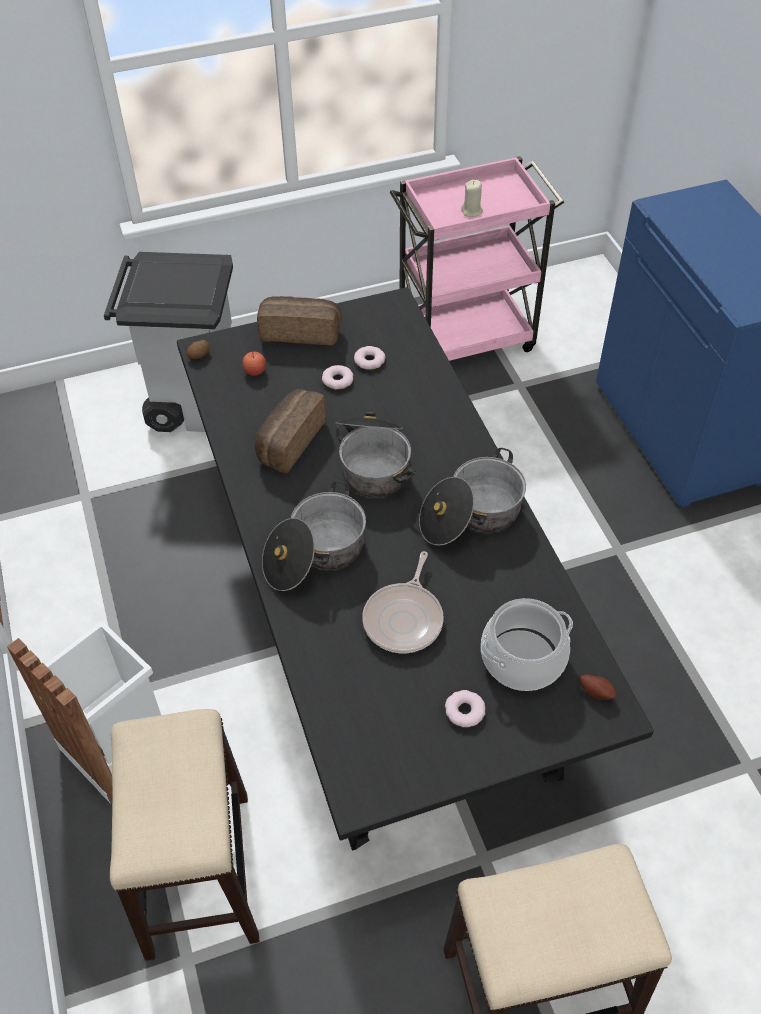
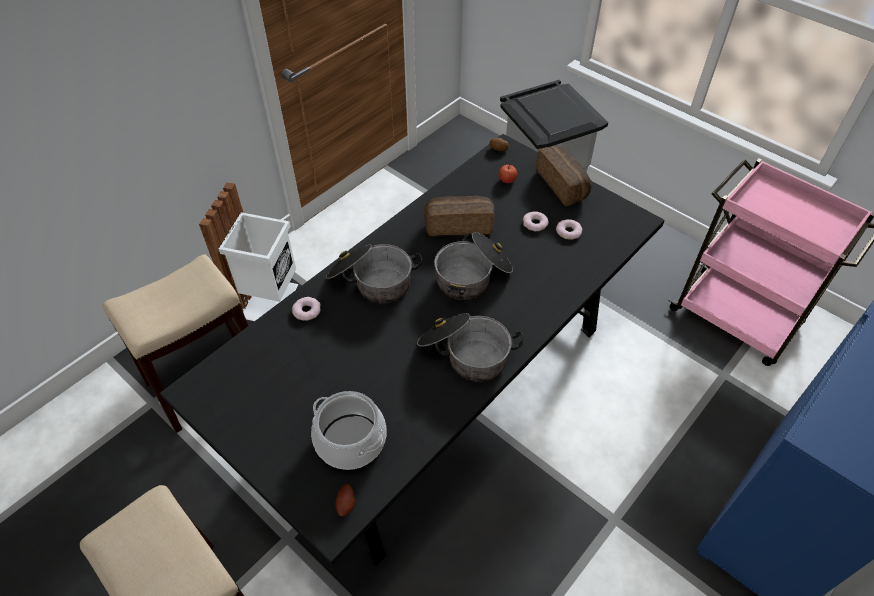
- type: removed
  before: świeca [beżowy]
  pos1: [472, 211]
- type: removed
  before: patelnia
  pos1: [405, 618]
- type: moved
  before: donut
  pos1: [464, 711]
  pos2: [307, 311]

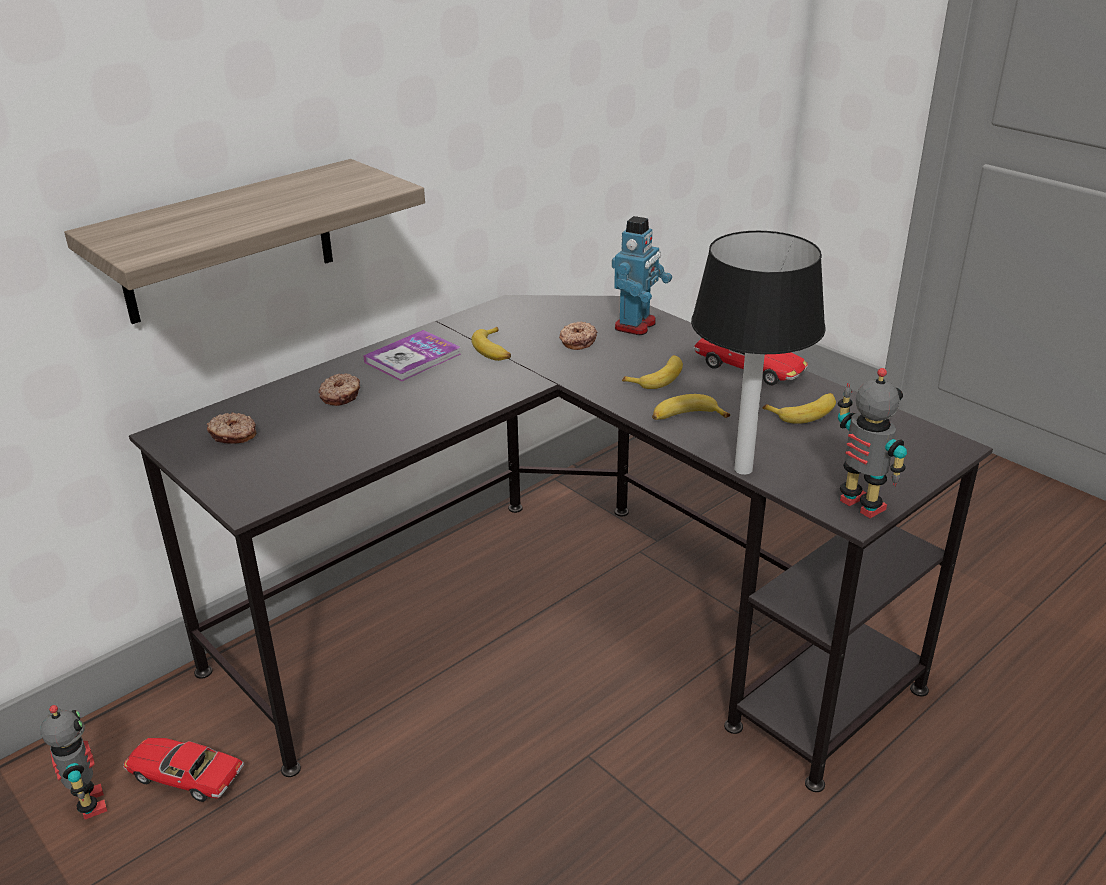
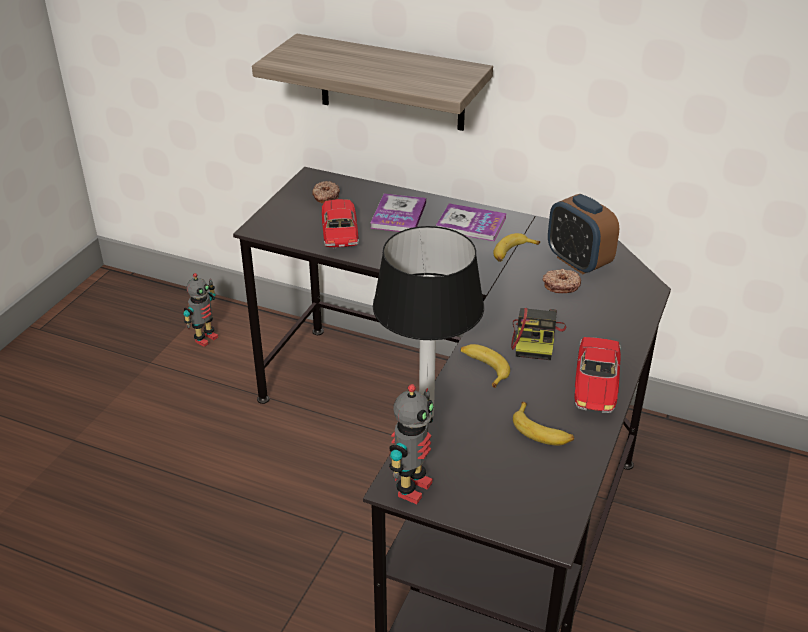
- type: removed
  before: robot zabawkowy
  pos1: [636, 326]
- type: replaced
  before: banan
  after: aparat fotograficzny
  pos1: [657, 377]
  pos2: [536, 339]
- type: replaced
  before: donut
  after: książka
  pos1: [341, 396]
  pos2: [398, 215]
- type: moved
  before: samochodzik
  pos1: [184, 776]
  pos2: [339, 231]
- type: added
  after: budzik
  pos2: [578, 262]

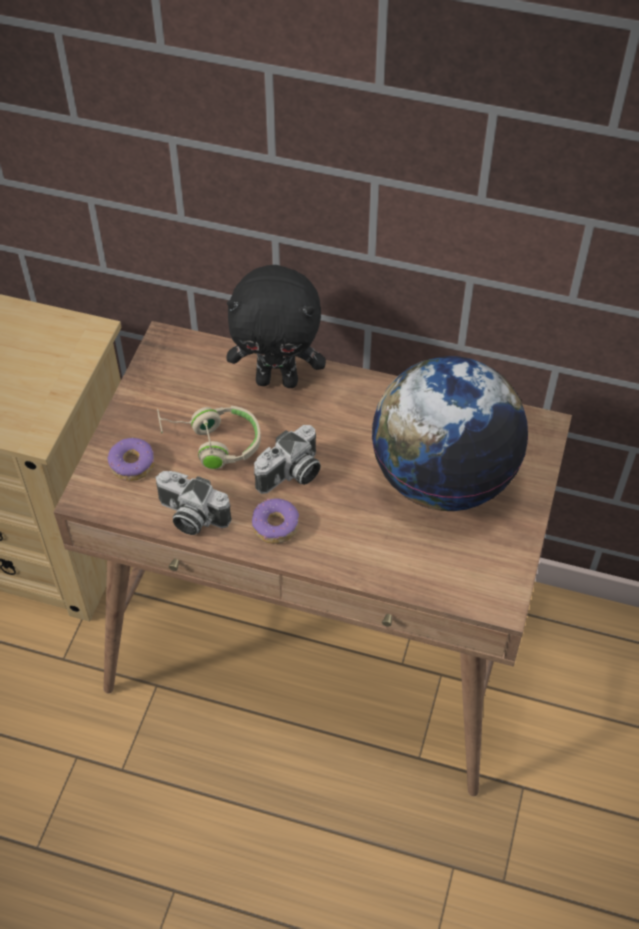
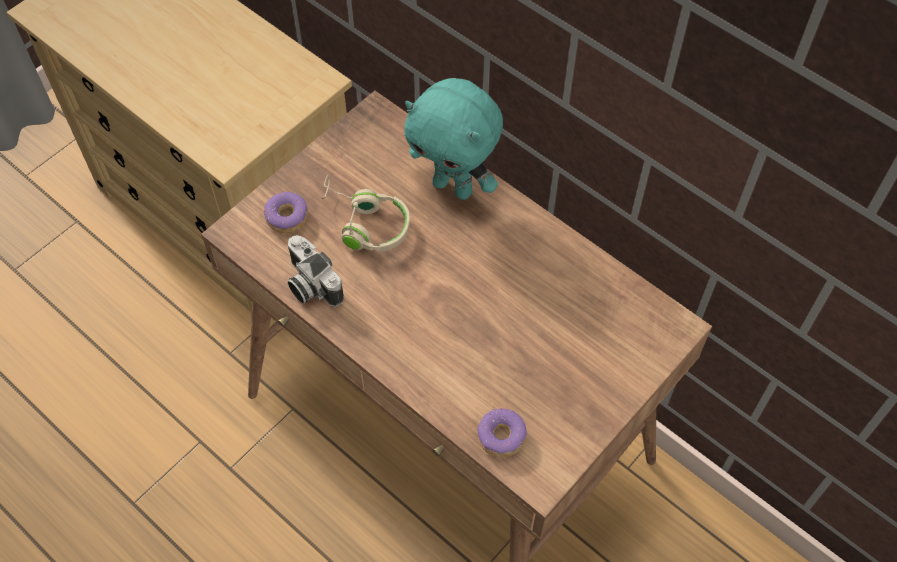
- type: recoloured
  before: pluszak [czarny]
  after: pluszak [turkusowy]
  pos1: [278, 380]
  pos2: [454, 187]
- type: removed
  before: globus
  pos1: [442, 478]
- type: removed
  before: aparat fotograficzny
  pos1: [291, 475]
- type: moved
  before: donut
  pos1: [275, 526]
  pos2: [501, 437]

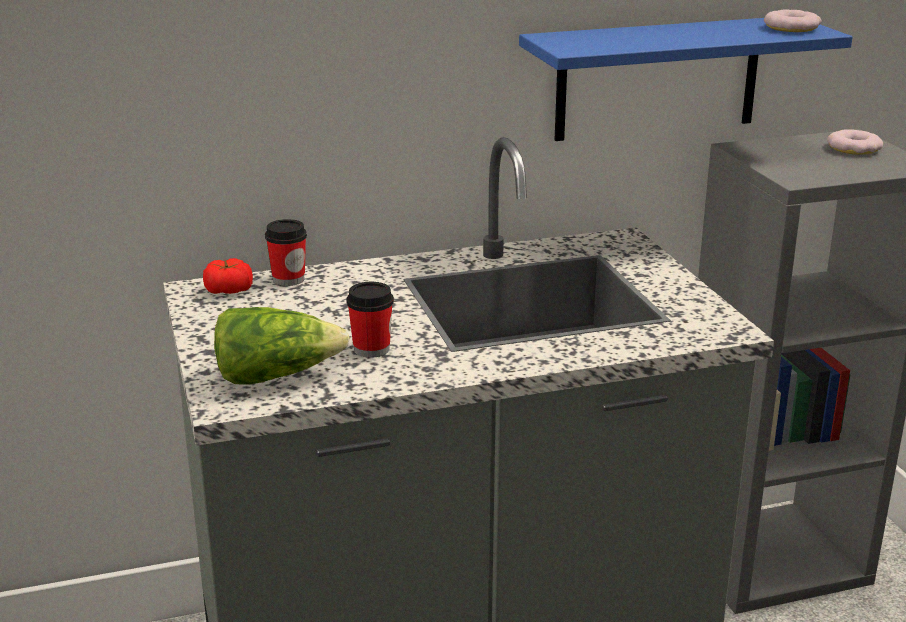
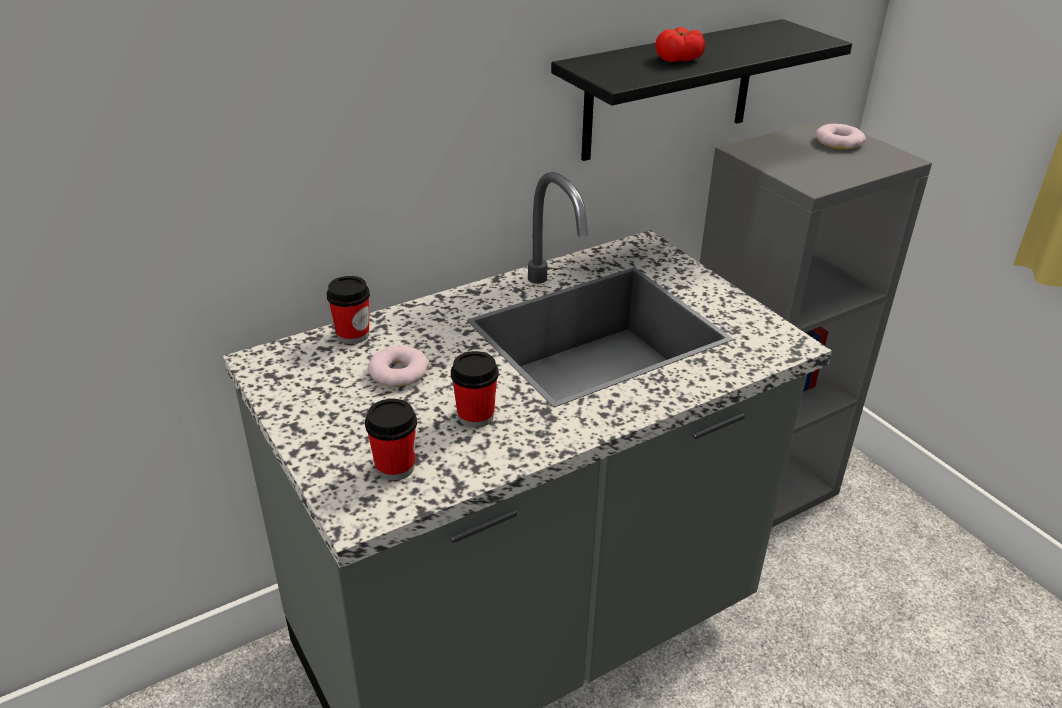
- type: moved
  before: donut
  pos1: [791, 28]
  pos2: [399, 372]
- type: recoloured
  before: półka [niebieski]
  after: półka [czarny]
  pos1: [658, 78]
  pos2: [669, 90]
- type: moved
  before: pomidor
  pos1: [229, 290]
  pos2: [678, 59]
- type: replaced
  before: sałata
  after: filiżanka
  pos1: [276, 376]
  pos2: [395, 467]

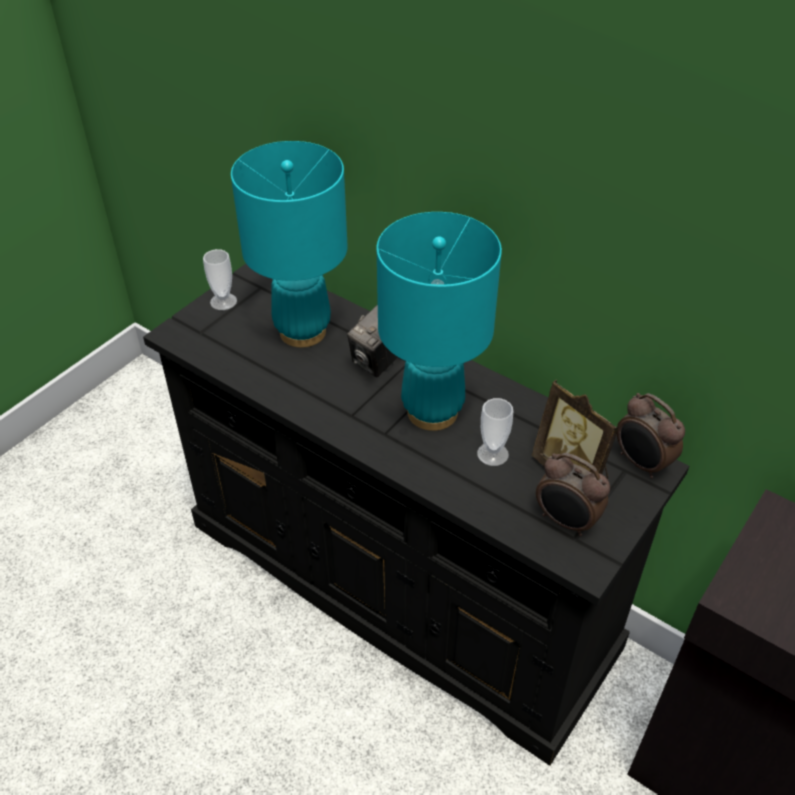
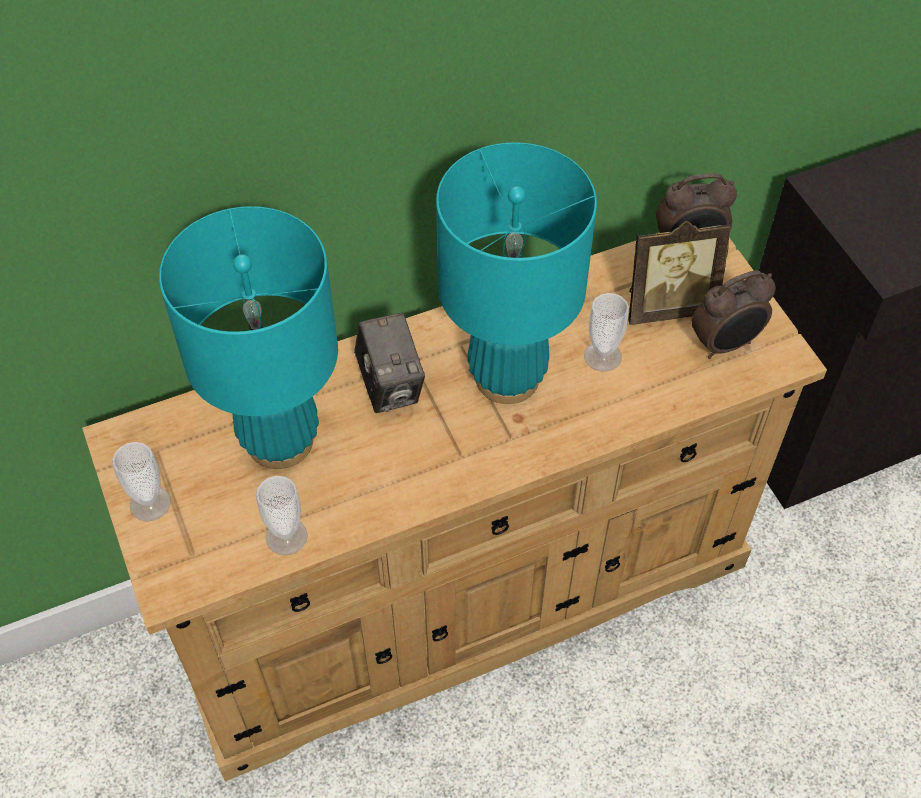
- type: recoloured
  before: komoda [czarny]
  after: komoda [beżowy]
  pos1: [400, 584]
  pos2: [463, 589]
- type: added
  after: filiżanka
  pos2: [286, 537]

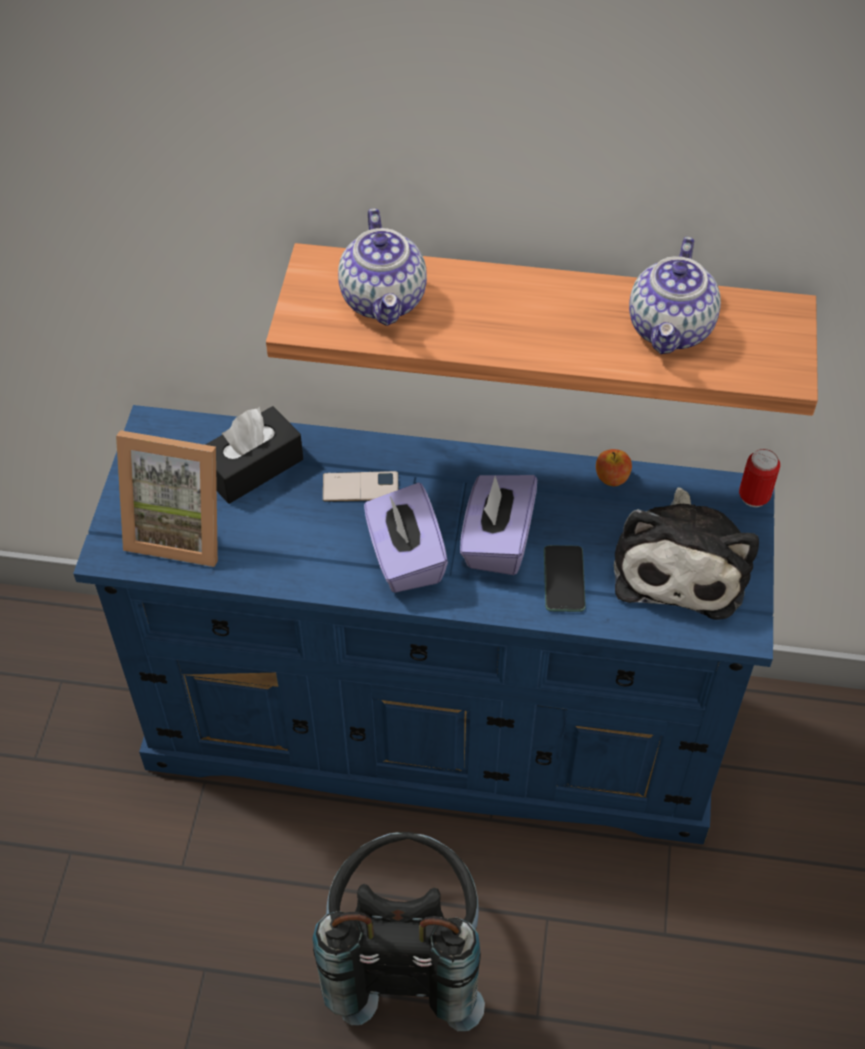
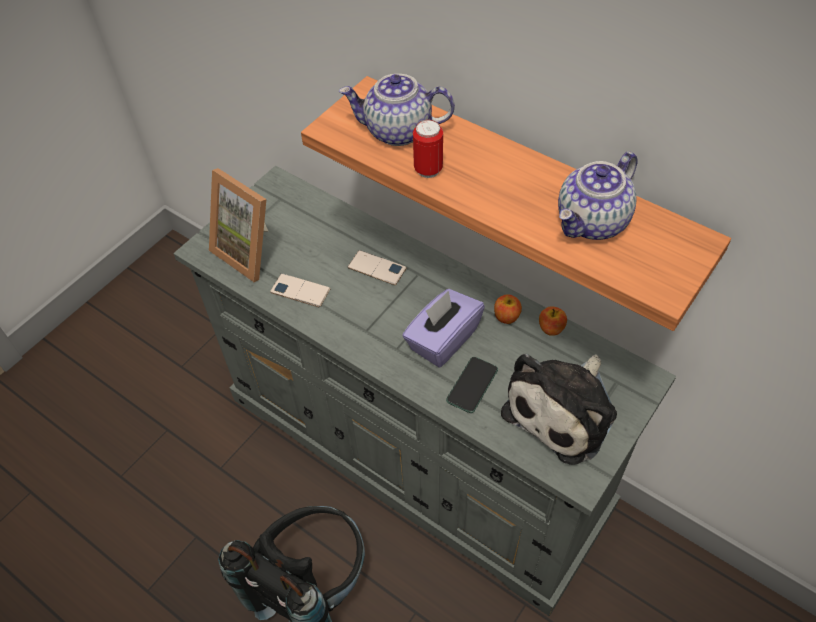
- type: turned
  before: imbryk
  pos1: [385, 300]
  pos2: [397, 131]
  turn: 75
- type: recoloured
  before: komoda [niebieski]
  after: komoda [szary]
  pos1: [436, 725]
  pos2: [417, 452]
- type: removed
  before: pudełko chusteczek [czarny]
  pos1: [252, 467]
- type: moved
  before: puszka
  pos1: [754, 497]
  pos2: [428, 170]
- type: removed
  before: pudełko chusteczek [fioletowy]
  pos1: [405, 558]
- type: added
  after: telefon
  pos2: [300, 291]
- type: added
  after: jabłko
  pos2: [506, 317]

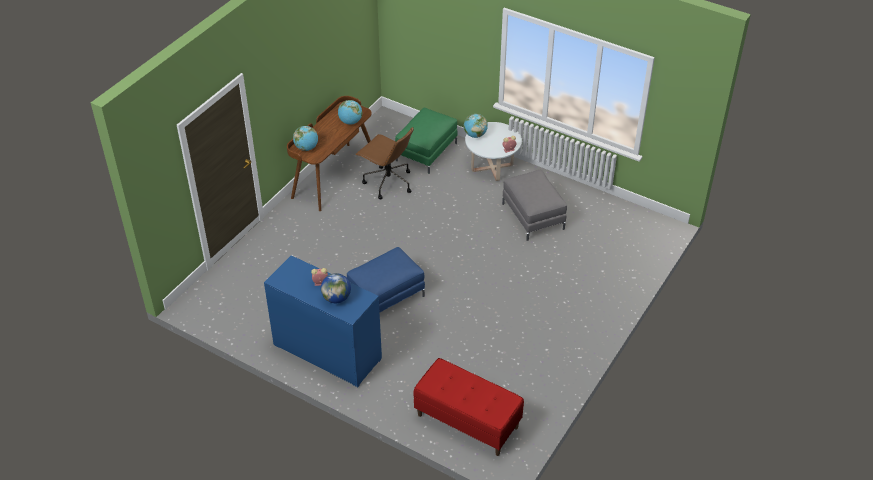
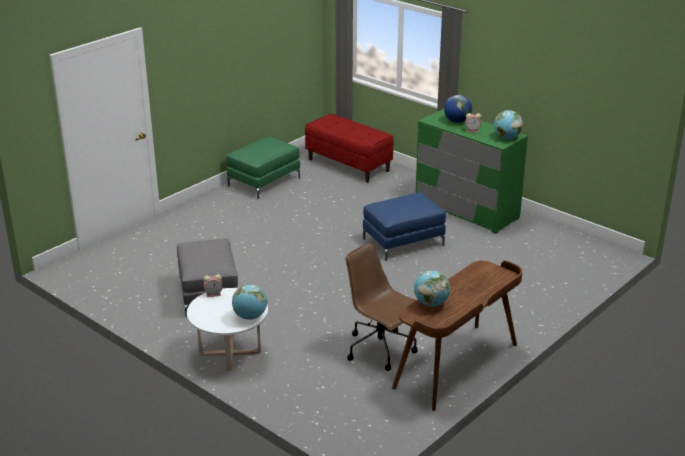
- type: moved
  before: pufa [zielony]
  pos1: [426, 152]
  pos2: [264, 182]
- type: moved
  before: globus
  pos1: [306, 148]
  pos2: [506, 138]
- type: recoloured
  before: komoda [niebieski]
  after: komoda [zielony]
  pos1: [327, 352]
  pos2: [466, 210]

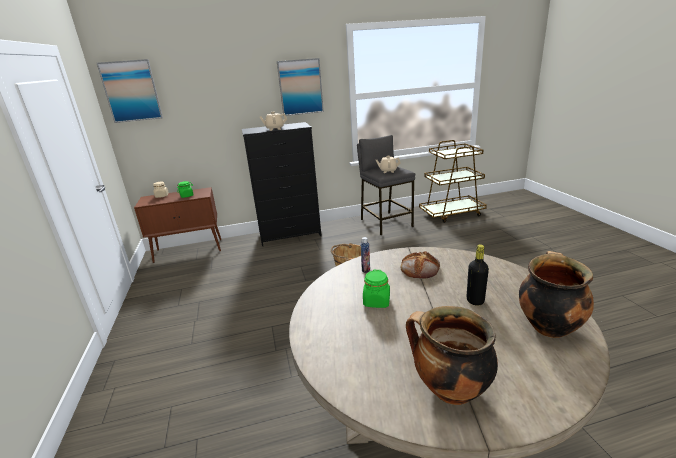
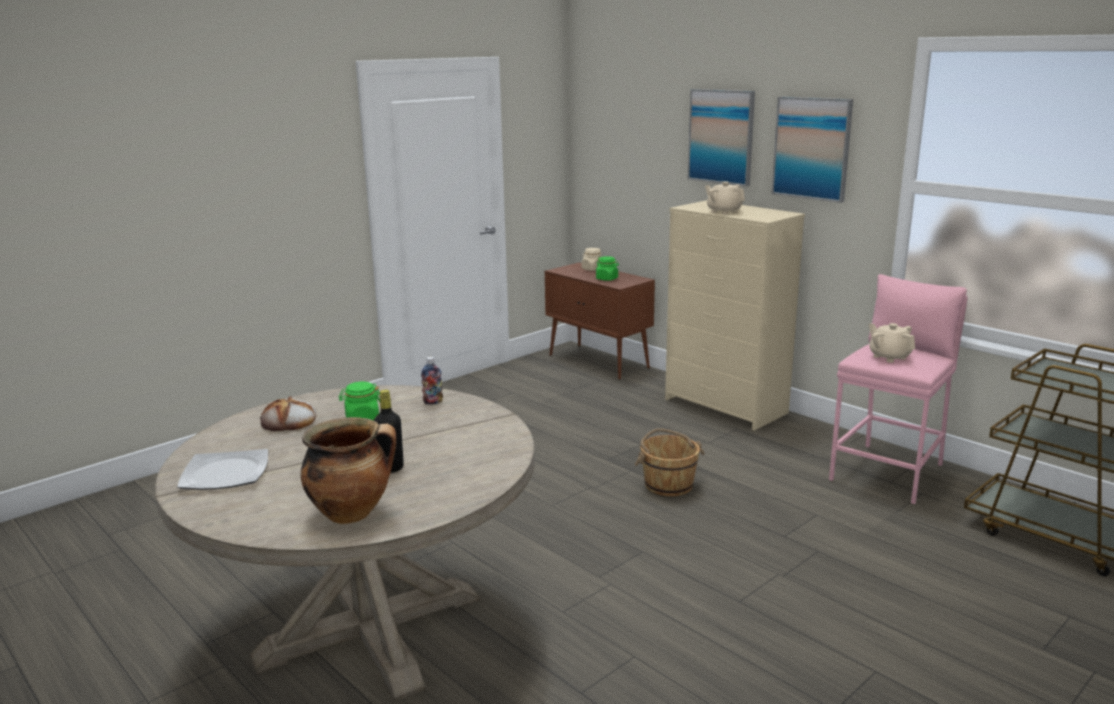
- type: moved
  before: obraz
  pos1: [131, 91]
  pos2: [721, 136]
- type: recoloured
  before: komoda [czarny]
  after: komoda [beżowy]
  pos1: [290, 234]
  pos2: [726, 406]
- type: recoloured
  before: stołek [szary]
  after: stołek [różowy]
  pos1: [386, 223]
  pos2: [888, 472]
- type: moved
  before: chleb
  pos1: [420, 268]
  pos2: [289, 421]
- type: replaced
  before: garnek
  after: talerz
  pos1: [449, 390]
  pos2: [224, 473]

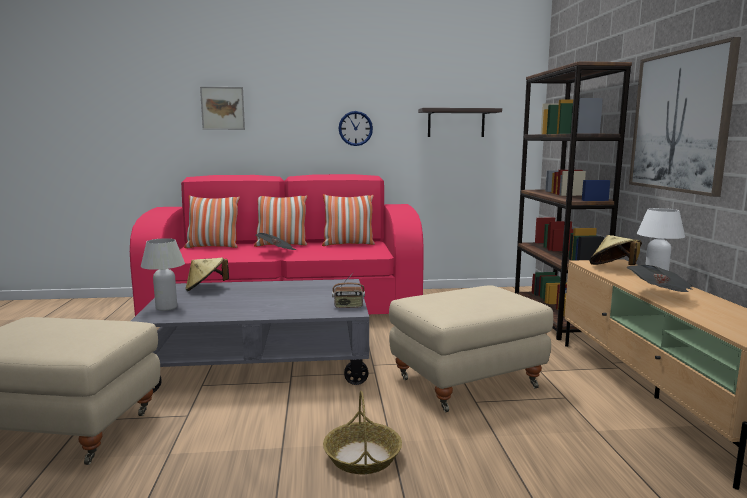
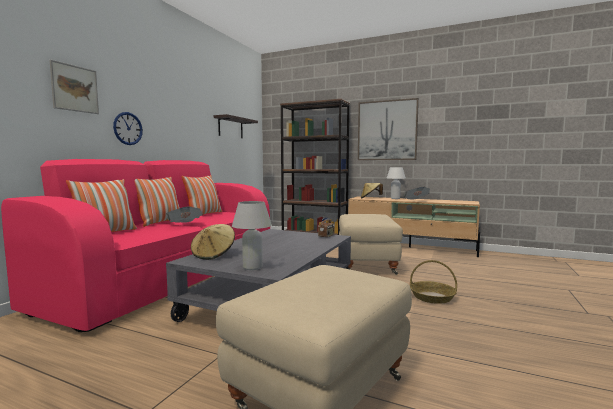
- type: moved
  before: zegar ścienny
  pos1: [355, 128]
  pos2: [128, 128]

